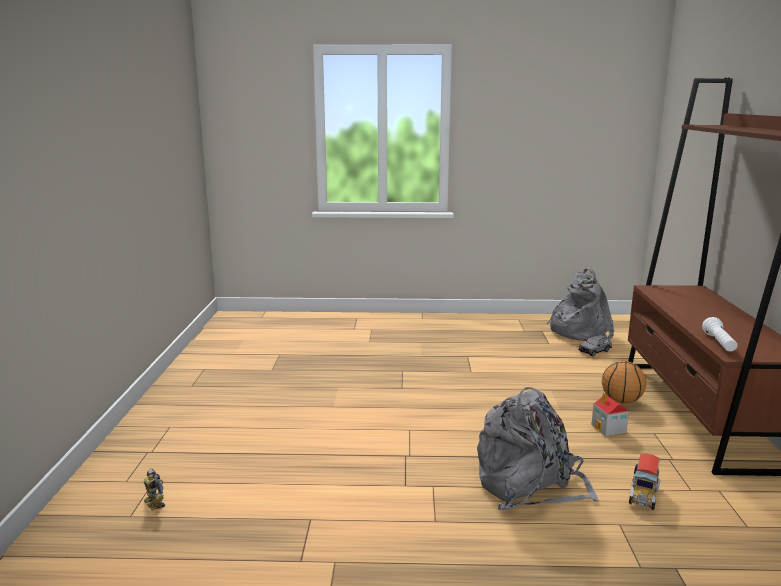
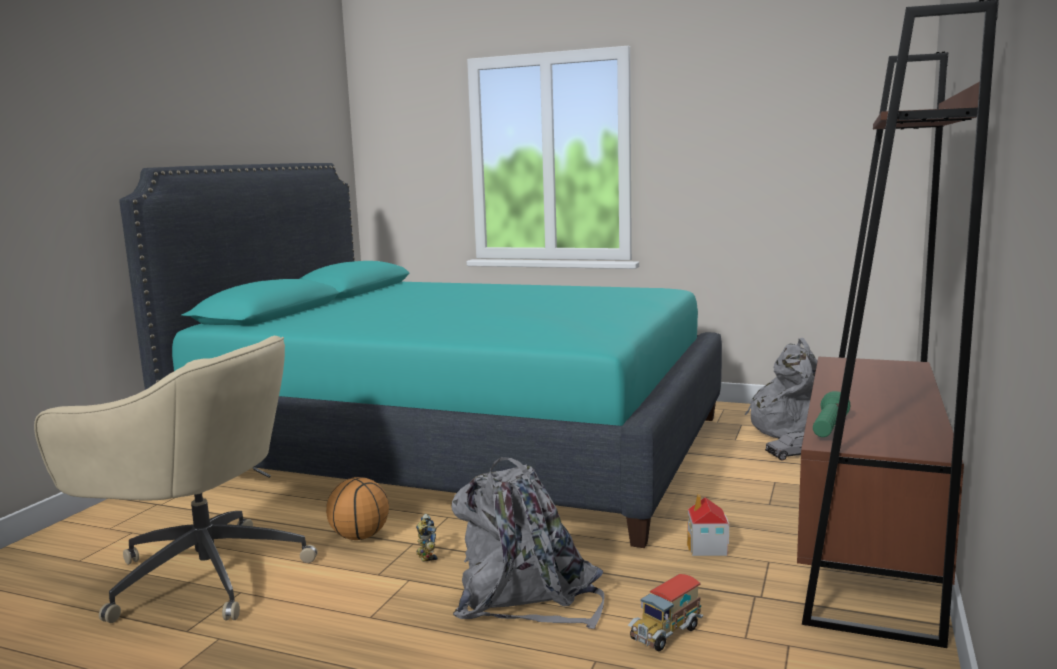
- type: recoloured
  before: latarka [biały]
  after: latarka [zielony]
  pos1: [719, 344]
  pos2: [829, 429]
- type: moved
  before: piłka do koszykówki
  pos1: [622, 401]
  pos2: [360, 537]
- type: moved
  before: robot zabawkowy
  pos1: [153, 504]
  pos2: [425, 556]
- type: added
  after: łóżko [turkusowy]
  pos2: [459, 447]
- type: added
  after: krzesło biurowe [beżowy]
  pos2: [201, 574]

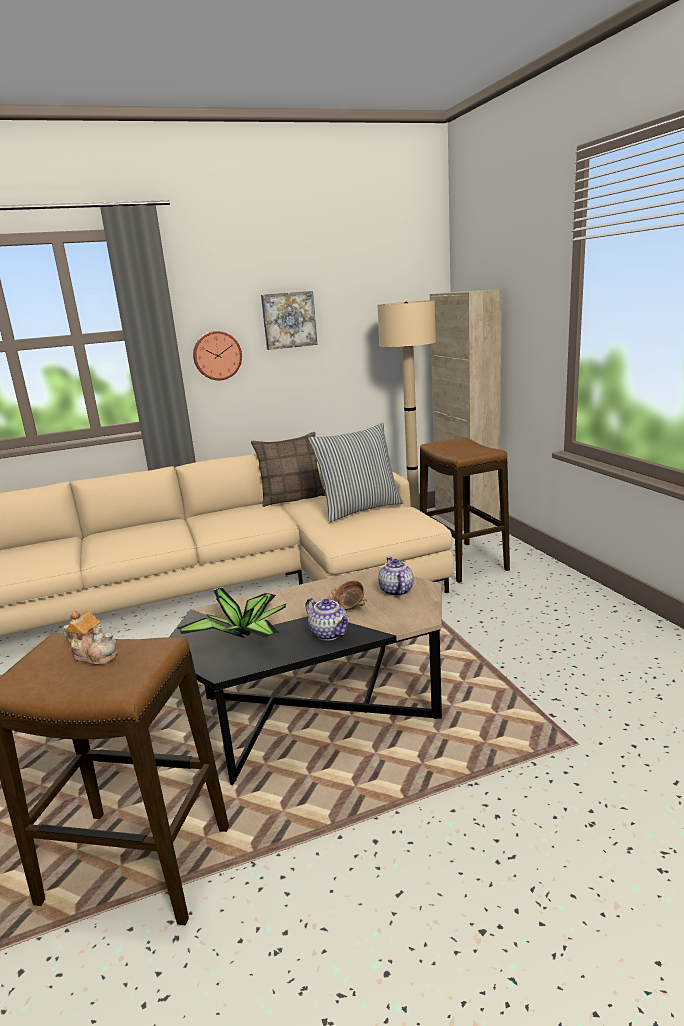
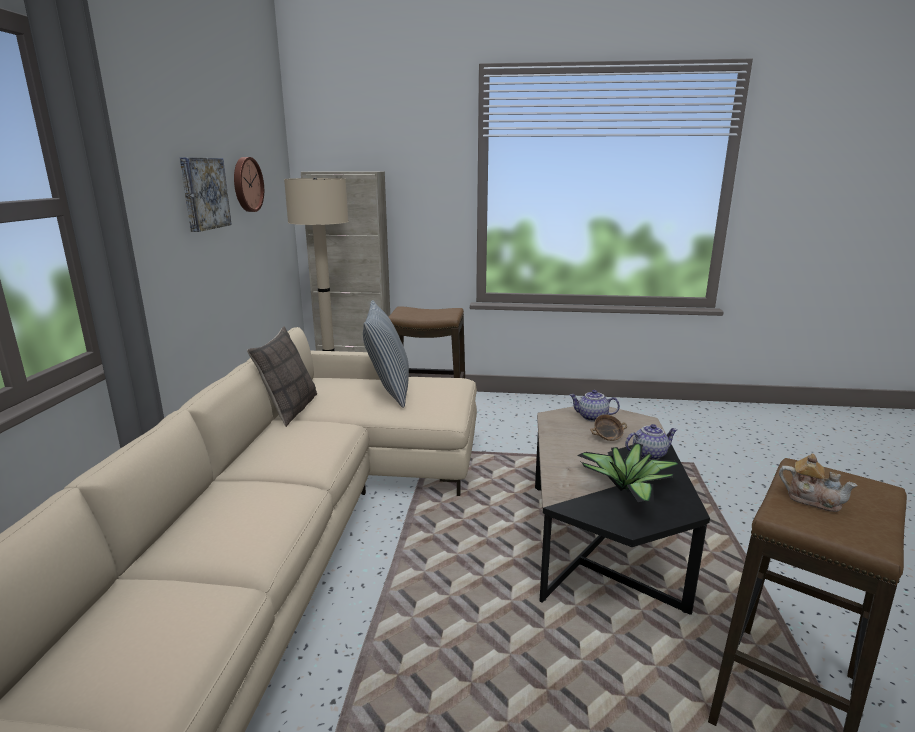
- type: moved
  before: zegar ścienny
  pos1: [217, 355]
  pos2: [246, 184]
- type: turned
  before: imbryk
  pos1: [95, 654]
  pos2: [812, 499]
  turn: 75

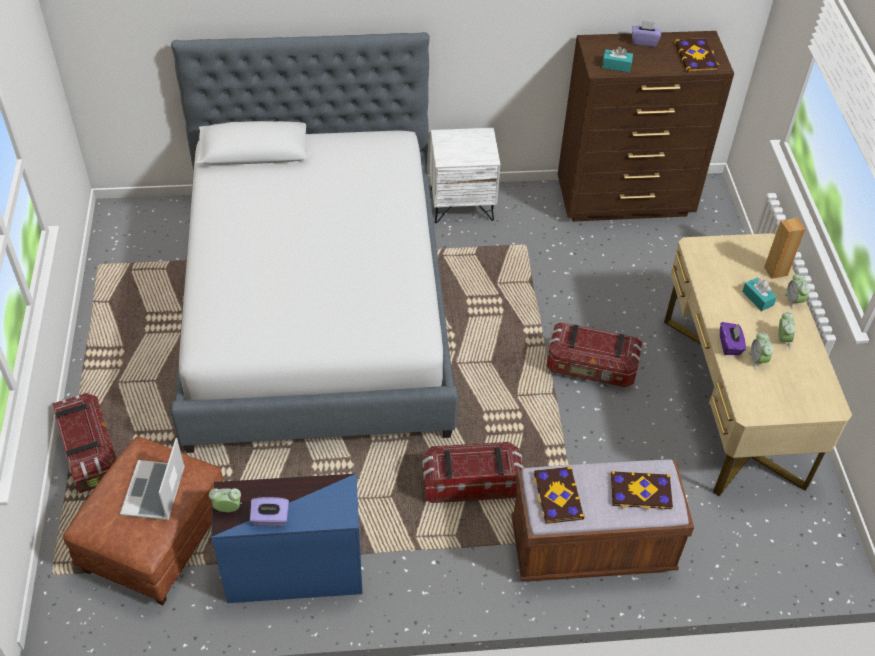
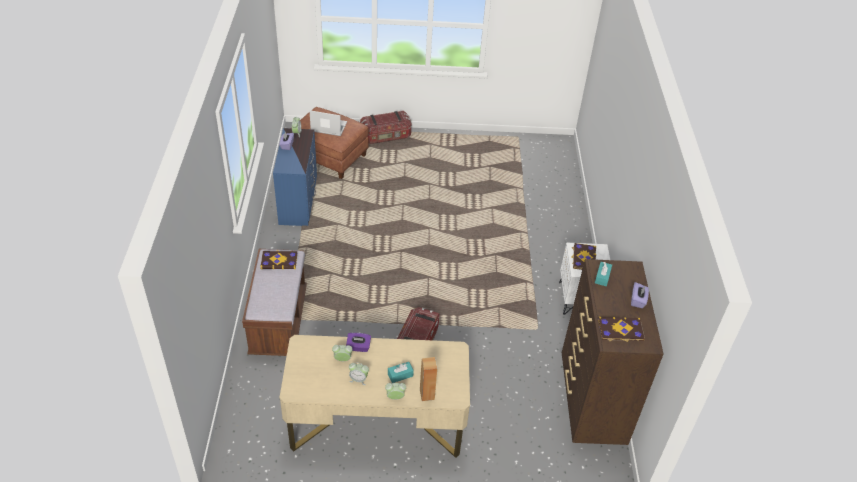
- type: removed
  before: łóżko
  pos1: [316, 308]
- type: removed
  before: pojemnik do przechowywania
  pos1: [471, 484]
- type: moved
  before: książka
  pos1: [641, 492]
  pos2: [583, 258]

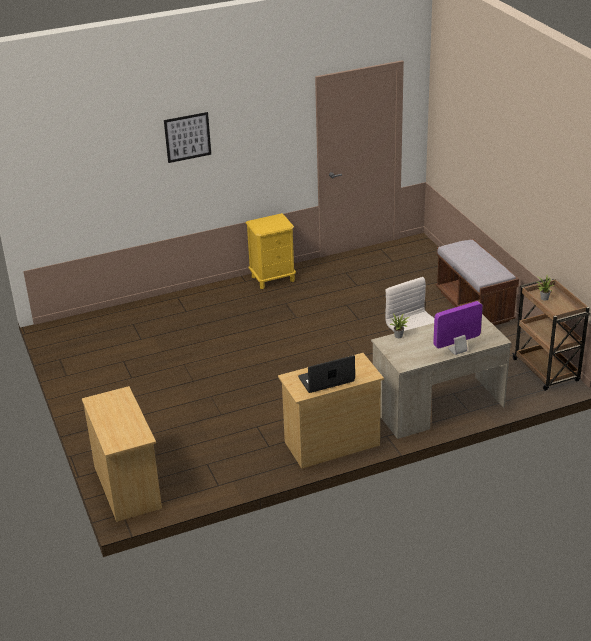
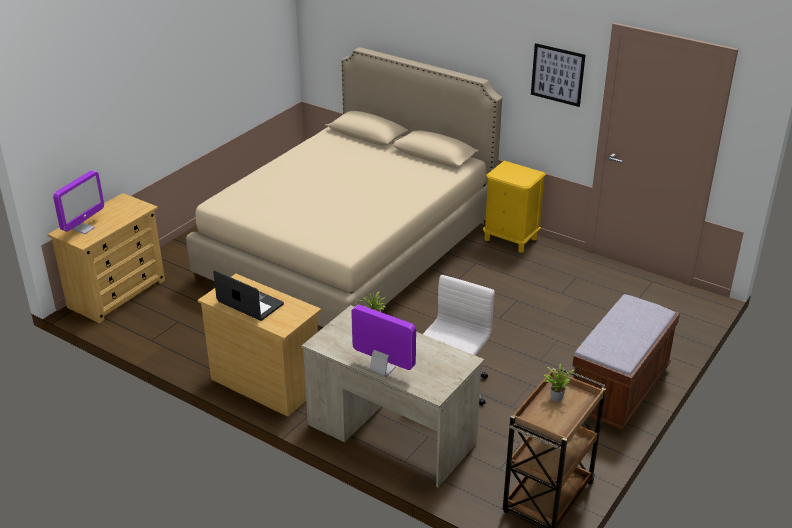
- type: moved
  before: obraz
  pos1: [187, 137]
  pos2: [557, 74]
- type: added
  after: łóżko [beżowy]
  pos2: [350, 251]
- type: added
  after: monitor
  pos2: [83, 229]

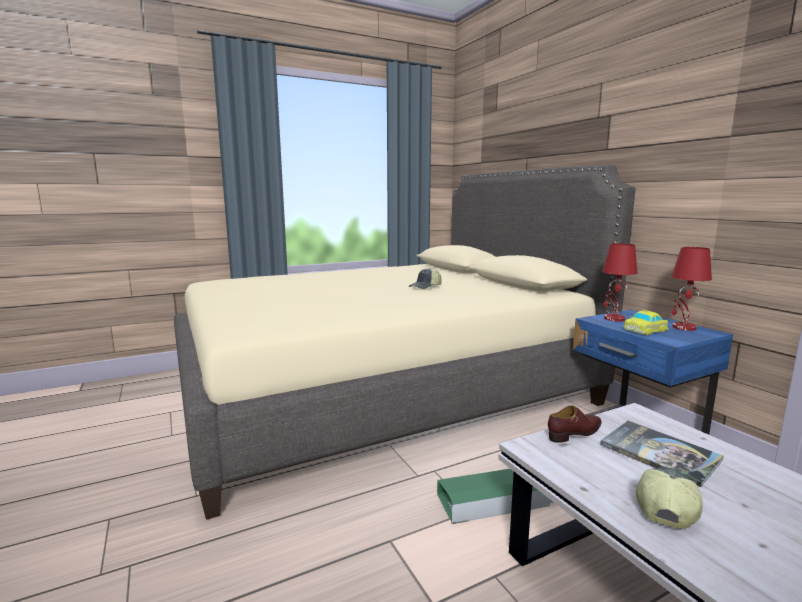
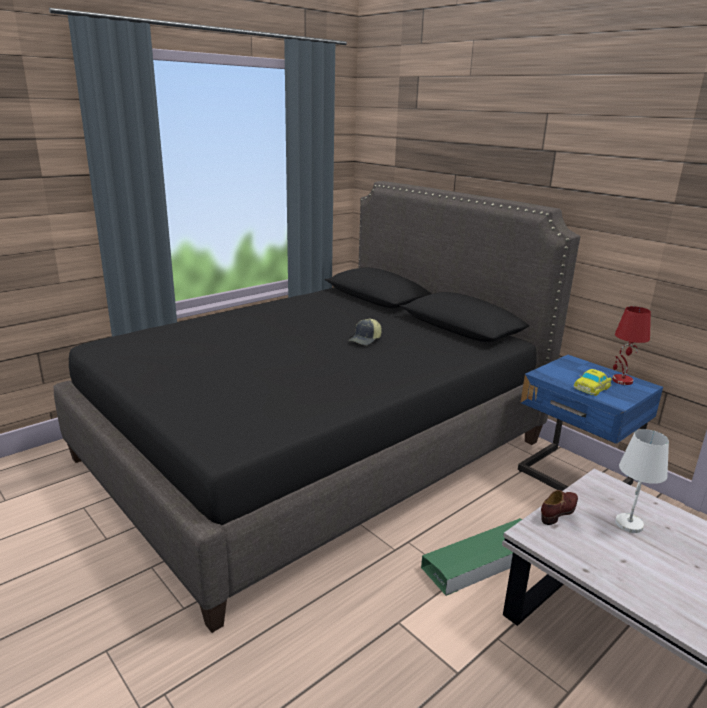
- type: recoloured
  before: łóżko [beżowy]
  after: łóżko [czarny]
  pos1: [382, 391]
  pos2: [315, 449]
- type: removed
  before: lampa stołowa [czerwony]
  pos1: [613, 319]
- type: replaced
  before: książka
  after: lampa stołowa [biały]
  pos1: [659, 452]
  pos2: [628, 523]
- type: removed
  before: czapka z daszkiem
  pos1: [664, 506]

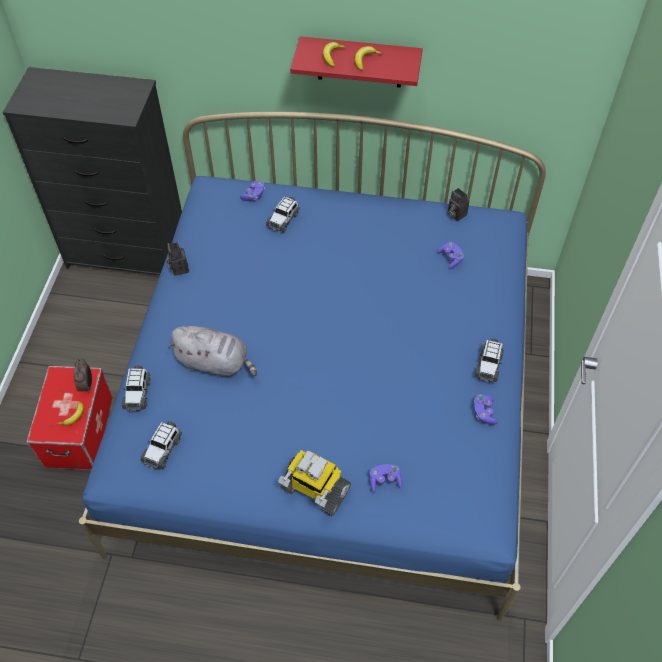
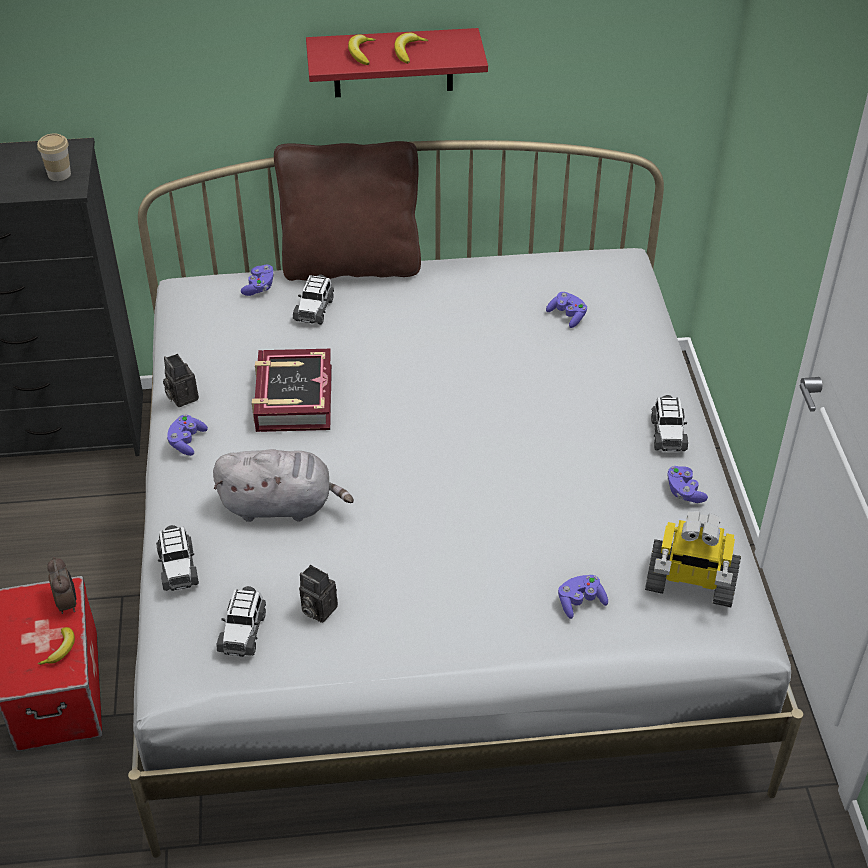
- type: recoloured
  before: łóżko [niebieski]
  after: łóżko [biały]
  pos1: [331, 403]
  pos2: [434, 568]
- type: moved
  before: aparat fotograficzny
  pos1: [455, 214]
  pos2: [316, 609]
- type: moved
  before: robot zabawkowy
  pos1: [314, 490]
  pos2: [689, 583]
- type: added
  after: filiżanka
  pos2: [59, 174]
- type: added
  after: poduszka [brązowy]
  pos2: [351, 265]
- type: added
  after: książka
  pos2: [293, 398]
- type: added
  after: pad do gier [fioletowy]
  pos2: [187, 441]

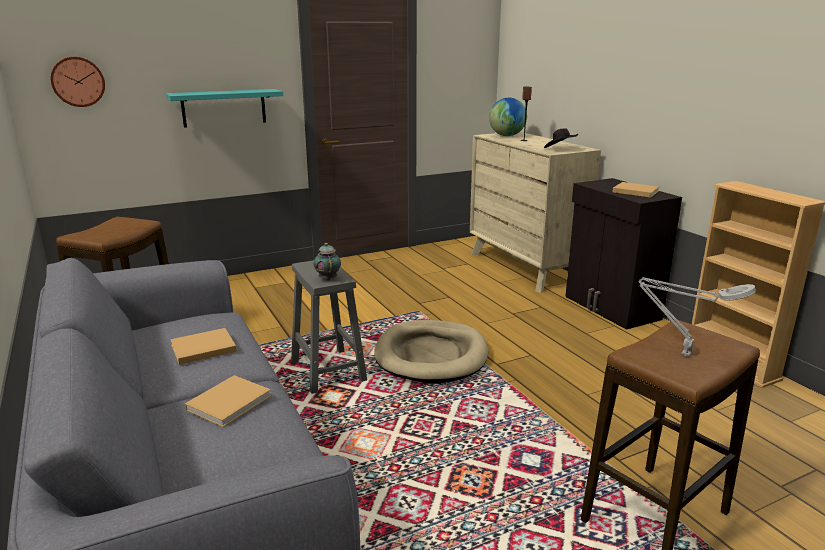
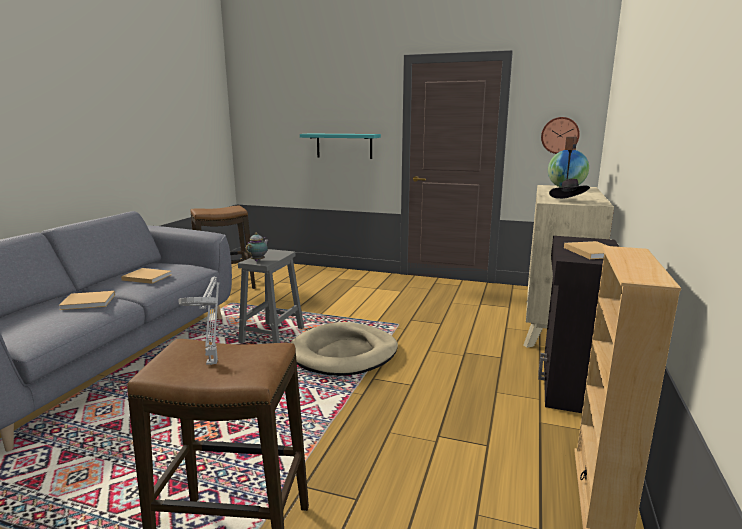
- type: moved
  before: zegar ścienny
  pos1: [78, 81]
  pos2: [559, 135]

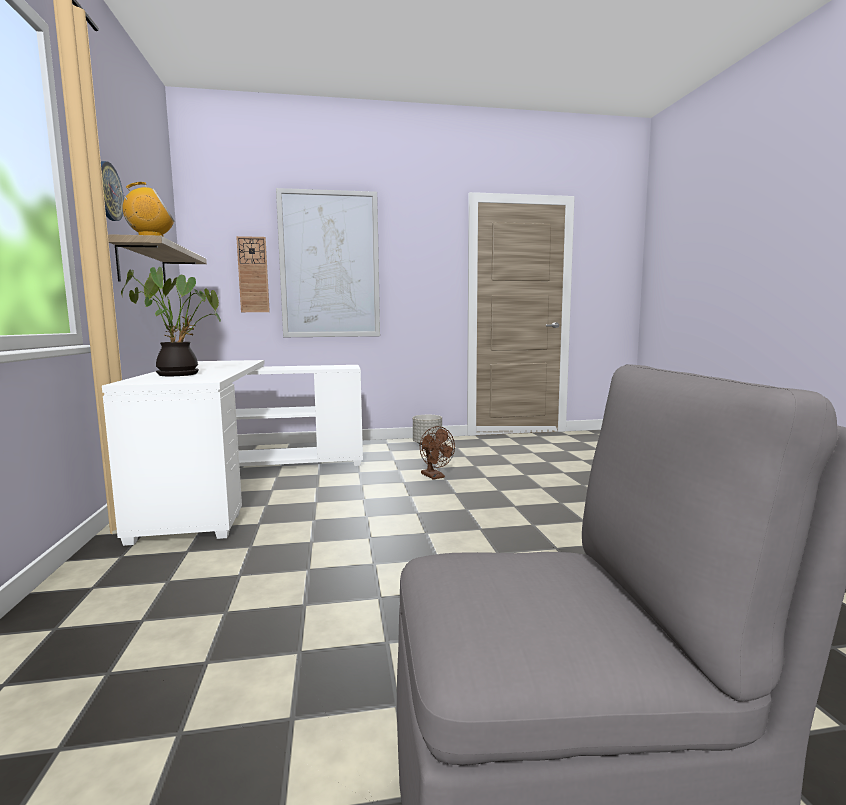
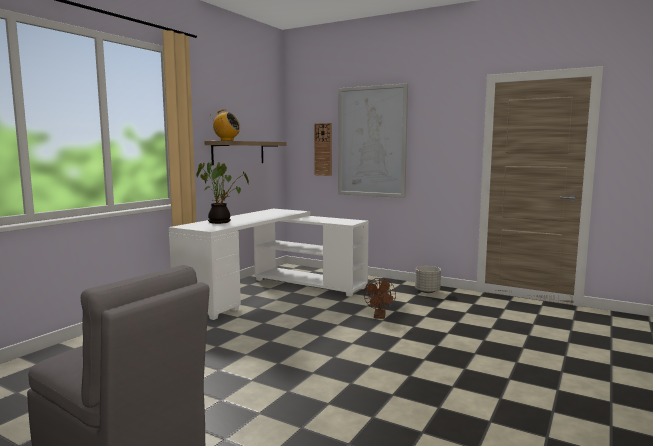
- type: removed
  before: zegar ścienny
  pos1: [108, 191]

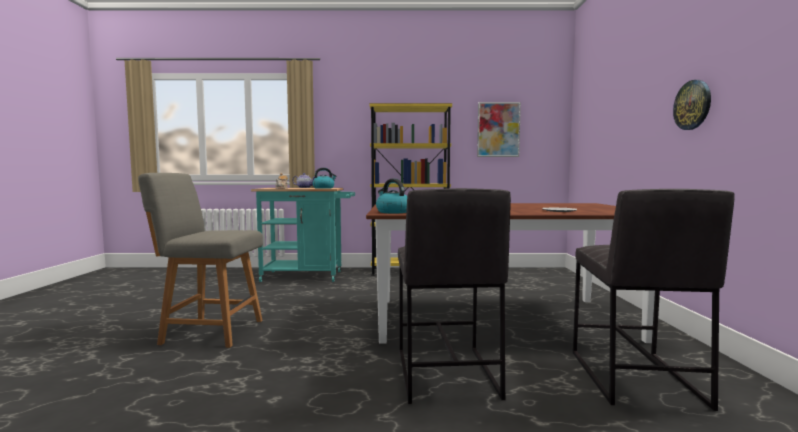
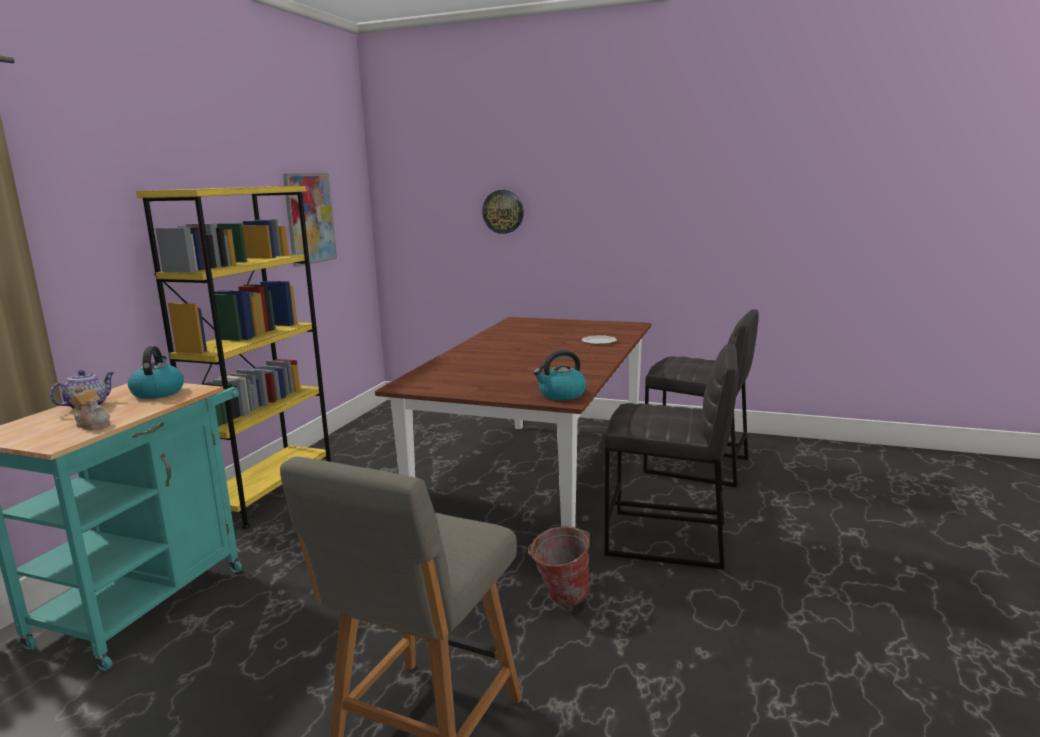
- type: moved
  before: zegar ścienny
  pos1: [692, 105]
  pos2: [503, 211]
- type: added
  after: wiadro
  pos2: [560, 599]

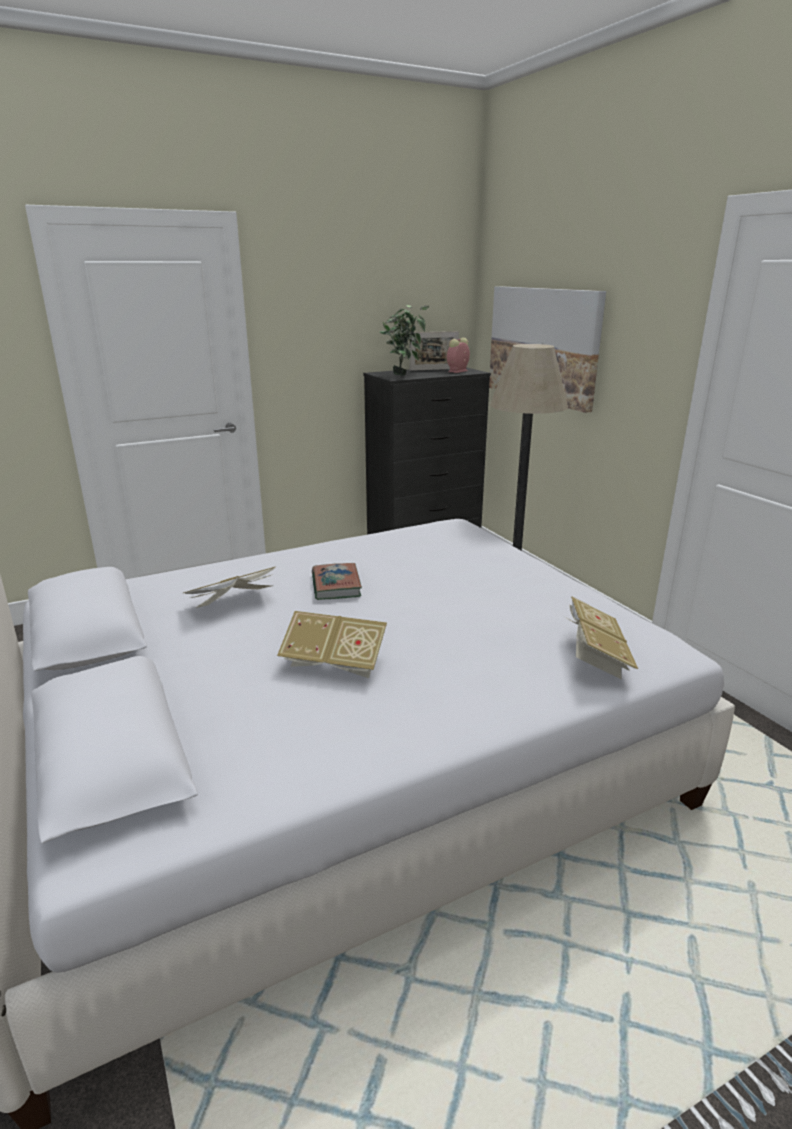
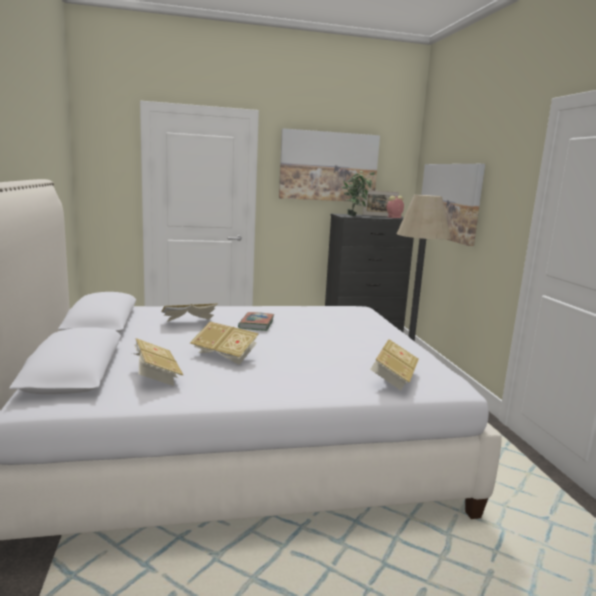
- type: added
  after: obraz
  pos2: [328, 166]
- type: added
  after: książka
  pos2: [156, 376]

